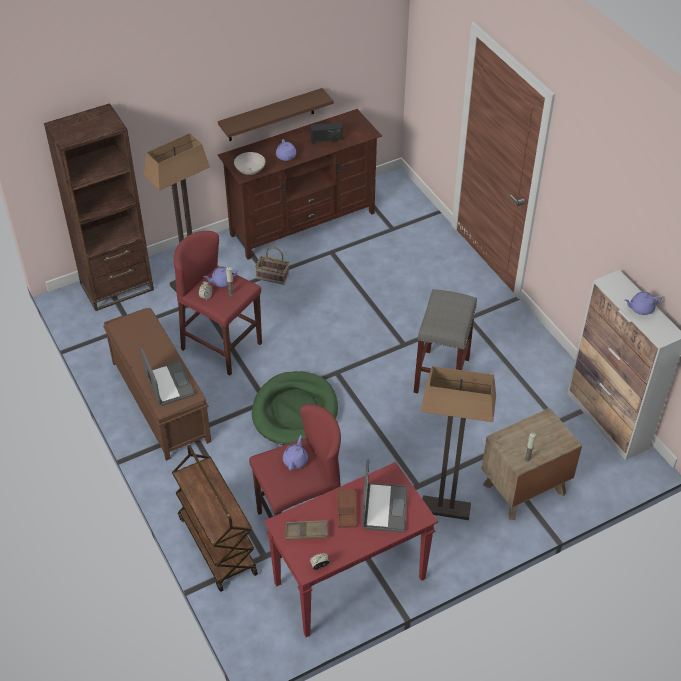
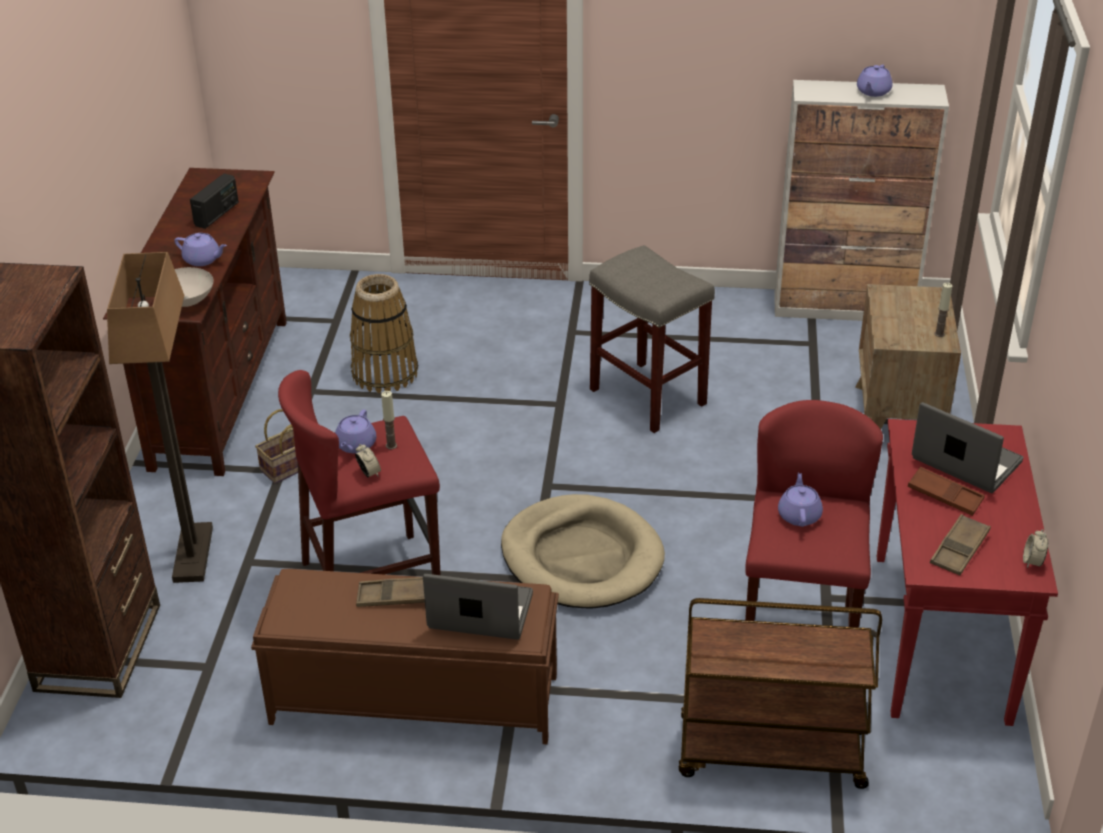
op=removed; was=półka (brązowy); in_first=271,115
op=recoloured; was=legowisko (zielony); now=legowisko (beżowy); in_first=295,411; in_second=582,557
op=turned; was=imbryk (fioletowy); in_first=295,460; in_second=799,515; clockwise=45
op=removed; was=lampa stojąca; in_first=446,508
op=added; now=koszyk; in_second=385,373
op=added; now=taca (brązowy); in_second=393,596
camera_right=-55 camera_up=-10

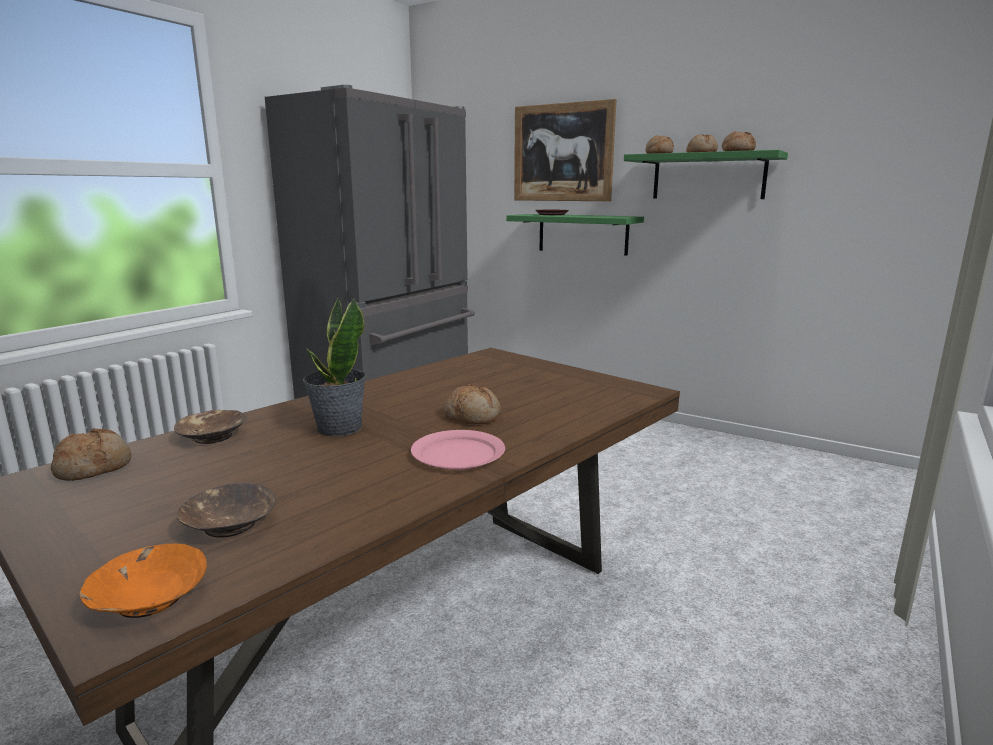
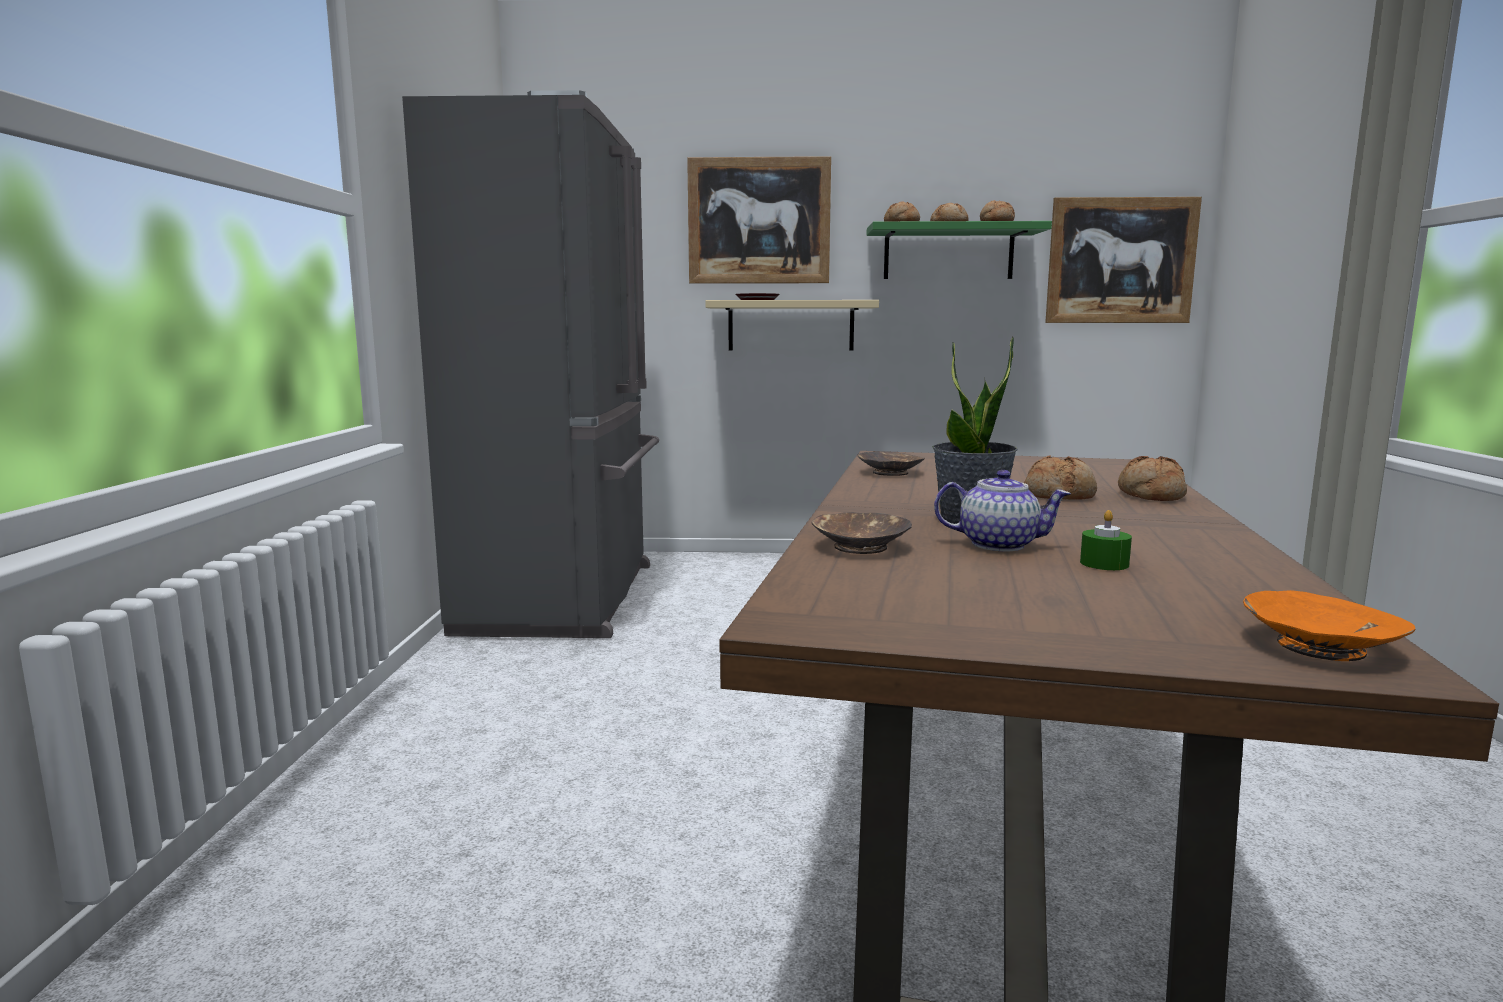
op=moved; was=chleb; in_first=94,467; in_second=1150,495
op=moved; was=miska (brązowy); in_first=228,525; in_second=890,472
op=removed; was=talerz (różowy); in_first=458,453
op=recoloured; was=półka (zielony); now=półka (beżowy); in_first=582,234; in_second=791,326
op=added; now=imbryk; in_second=999,544
op=added; now=obraz; in_second=1121,261
op=added; now=świeca (zielony); in_second=1104,564
camera_right=-30 camera_up=-5

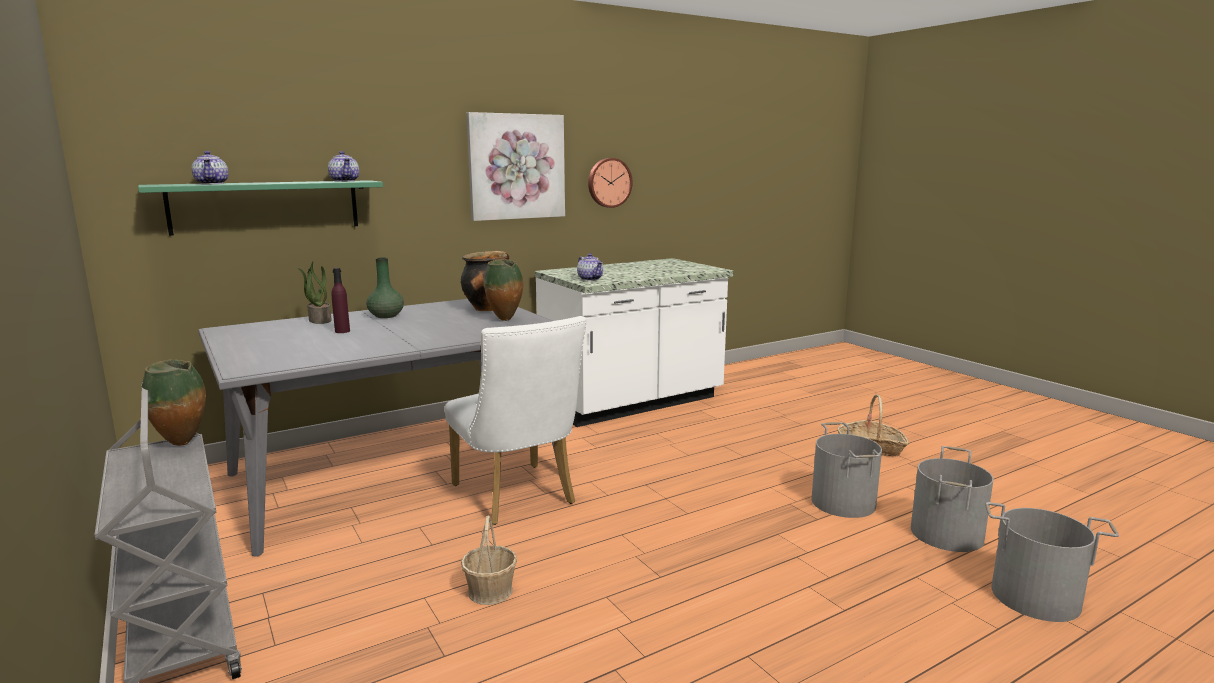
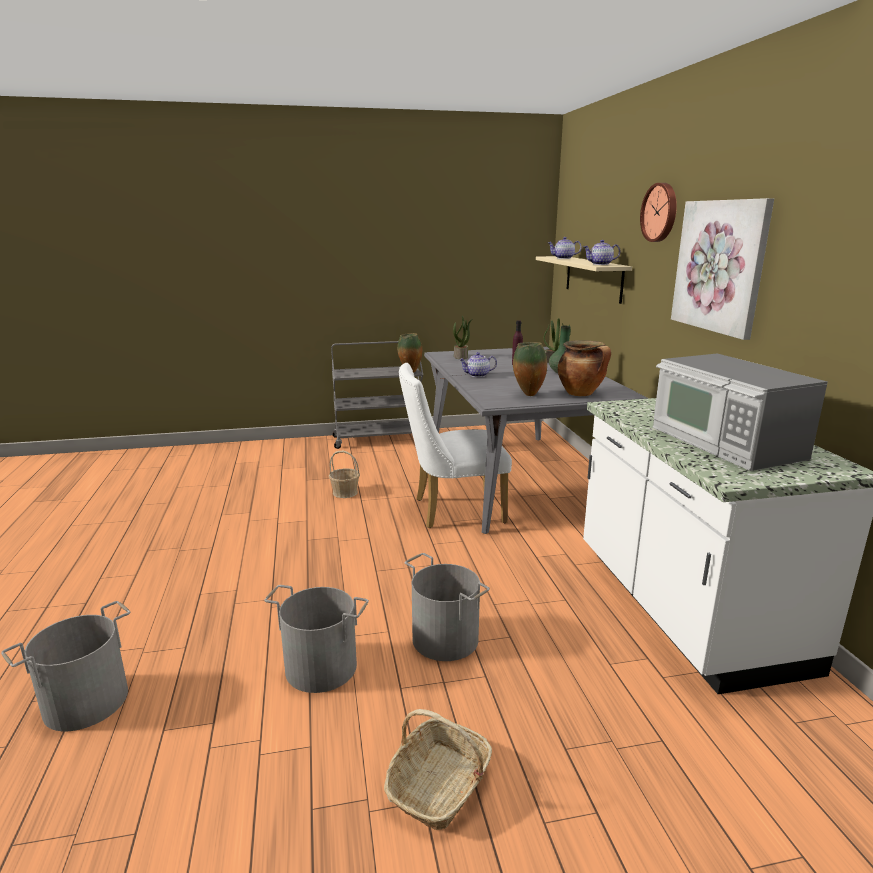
op=recoloured; was=półka (zielony); now=półka (beżowy); in_first=266,206; in_second=593,278
op=moved; was=imbryk; in_first=591,279; in_second=477,375
op=moved; was=zegar ścienny; in_first=609,182; in_second=660,212
op=moved; was=wiadro (szary); in_first=945,533; in_second=446,638
op=added; now=roślina doniczkowa; in_second=461,357
op=added; now=mikrofalówka; in_second=724,443
camera_right=110 camera_up=5

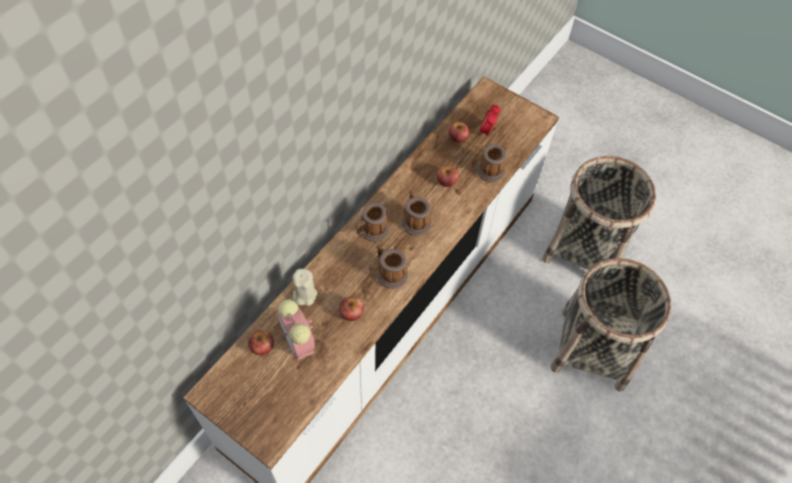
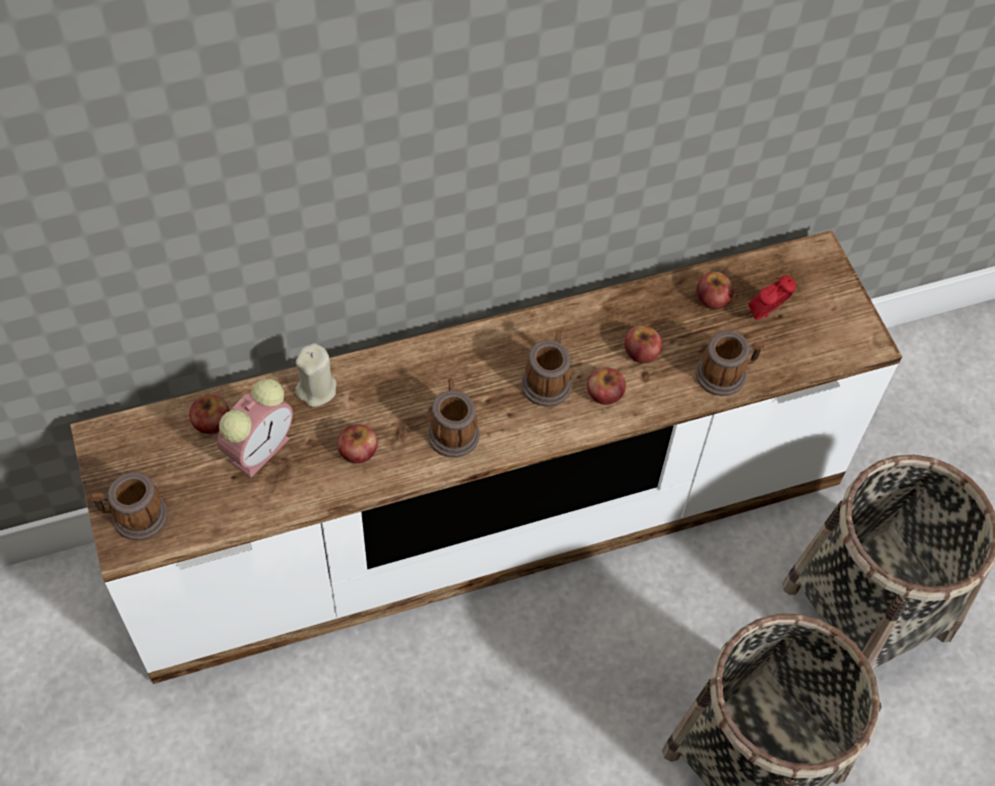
op=turned; was=budzik; in_first=300,343; in_second=260,447; clockwise=-150
op=moved; was=kubek; in_first=371,231; in_second=133,517
op=added; now=jabłko; in_second=605,393
camera_right=35 camera_up=0

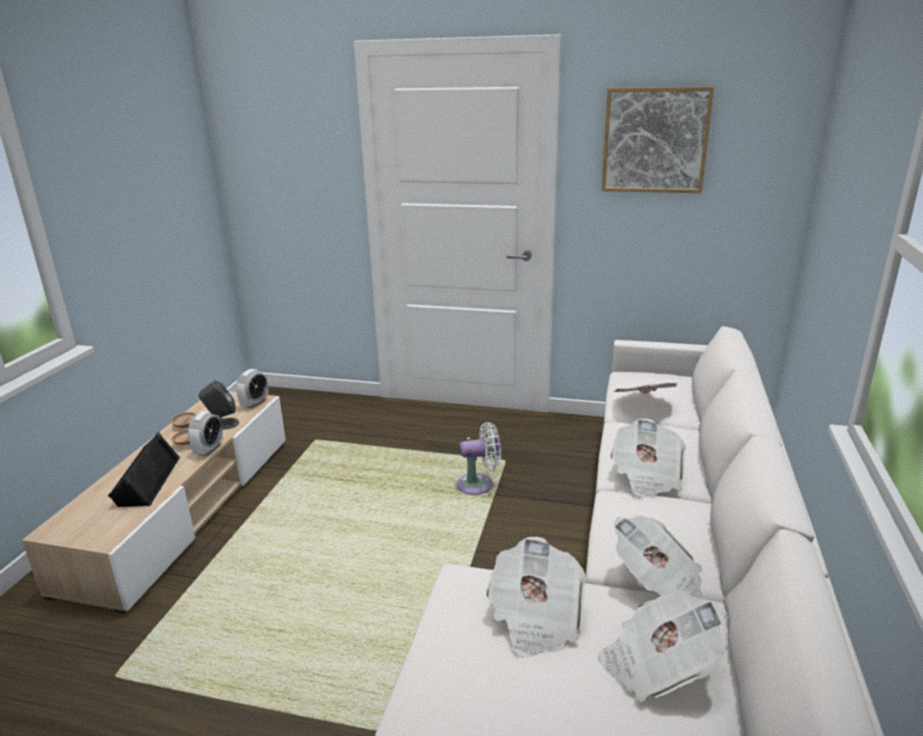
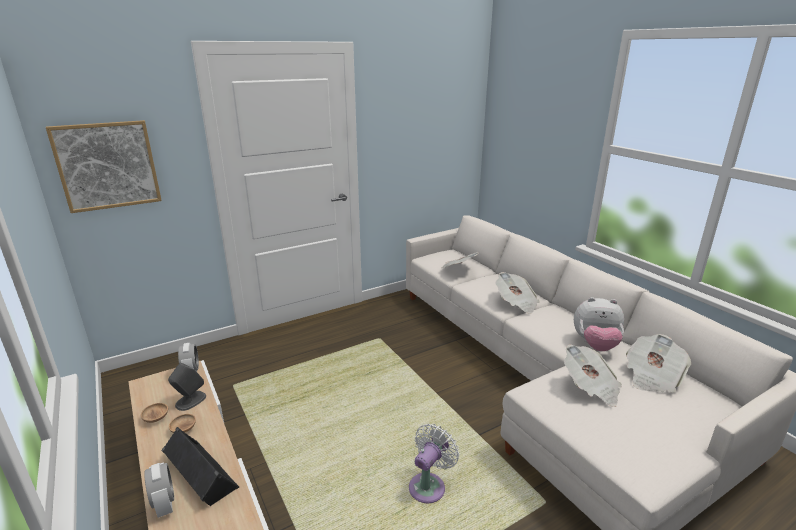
op=moved; was=budzik; in_first=209,450; in_second=164,504
op=moved; was=wentylator (biały); in_first=479,485; in_second=429,485
op=moved; was=obraz; in_first=655,140; in_second=107,165
op=replaced; was=gazeta; now=pluszak; in_first=658,581; in_second=595,345
camera_right=-45 camera_up=0

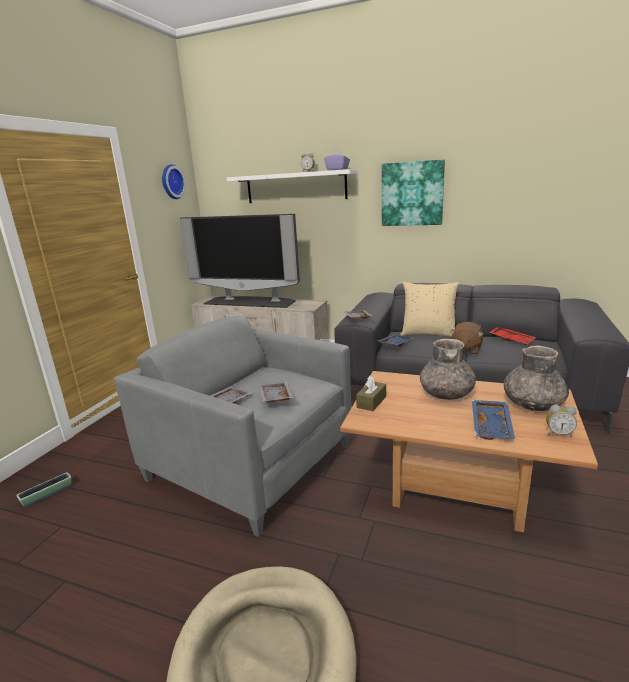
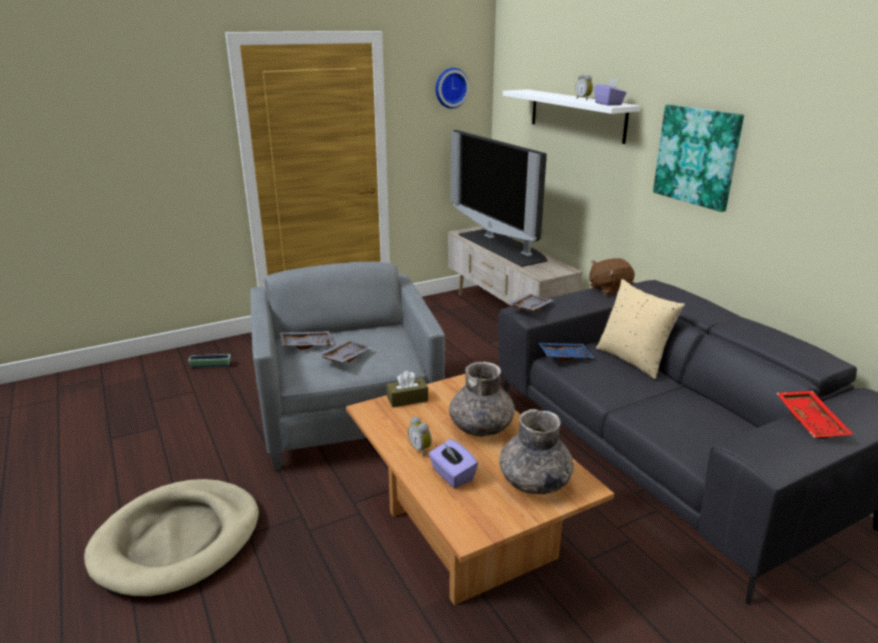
op=moved; was=pluszak (brązowy); in_first=465,350; in_second=609,289
op=replaced; was=taca (niebieski); now=pudełko chusteczek (fioletowy); in_first=492,426; in_second=452,475
op=moved; was=taca (czerwony); in_first=512,340; in_second=811,421
op=moved; was=budzik; in_first=558,434; in_second=421,449
camera_right=40 camera_up=5

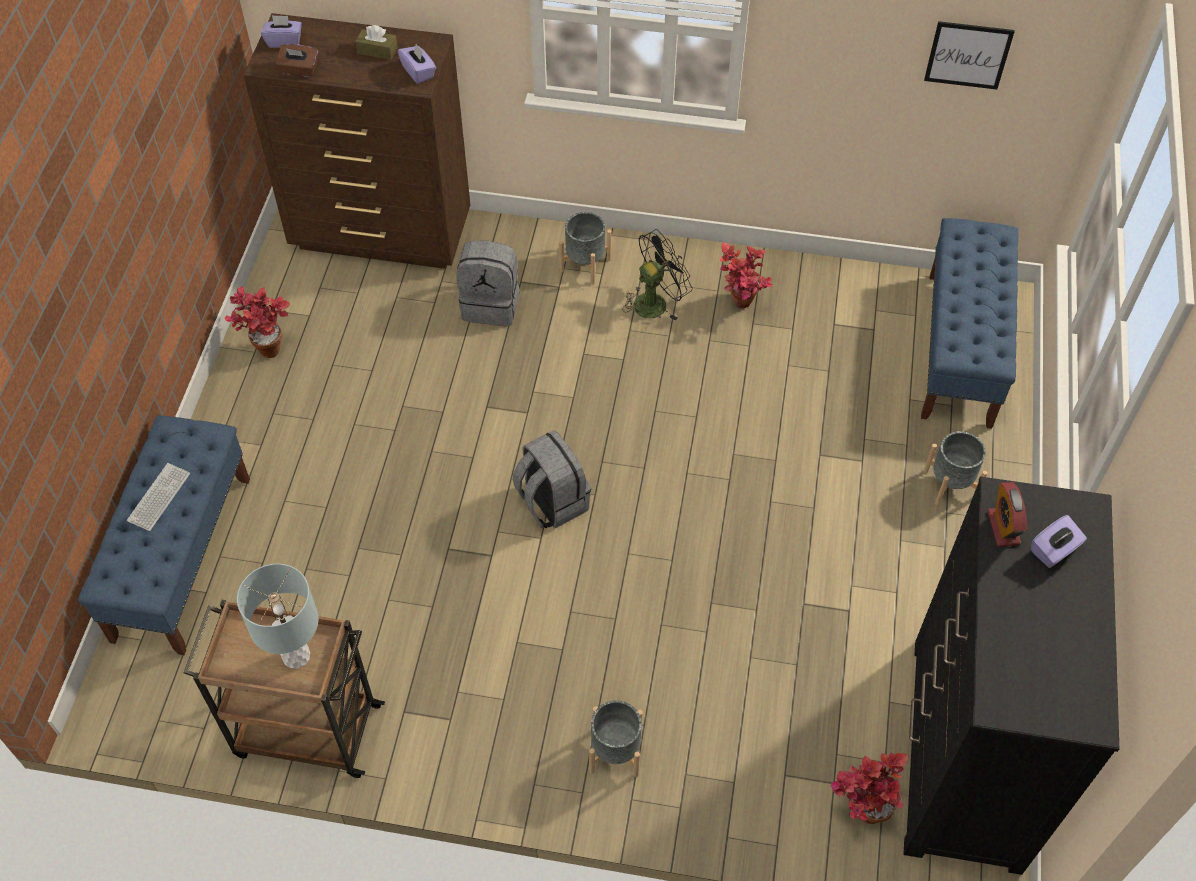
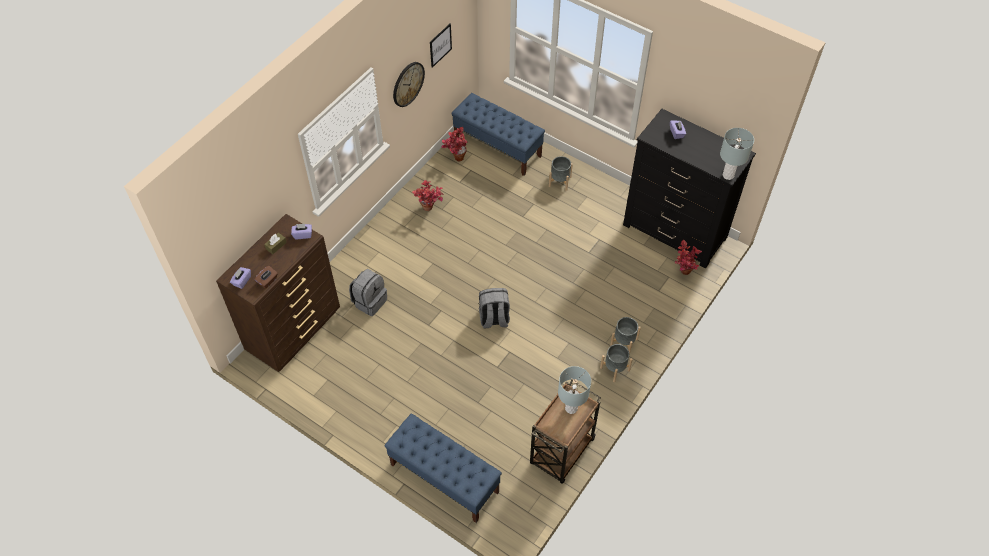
op=removed; was=klawiatura; in_first=159,497
op=moved; was=roślina doniczkowa; in_first=266,345; in_second=455,158
op=moved; was=donica (szary); in_first=585,265; in_second=615,369
op=removed; was=wentylator (czarny); in_first=655,301
op=removed; was=budzik; in_first=1003,527
op=added; now=zegar ścienny; in_second=408,84
op=added; now=lampa stołowa (szary); in_second=728,175
camera_right=-65 camera_up=0

